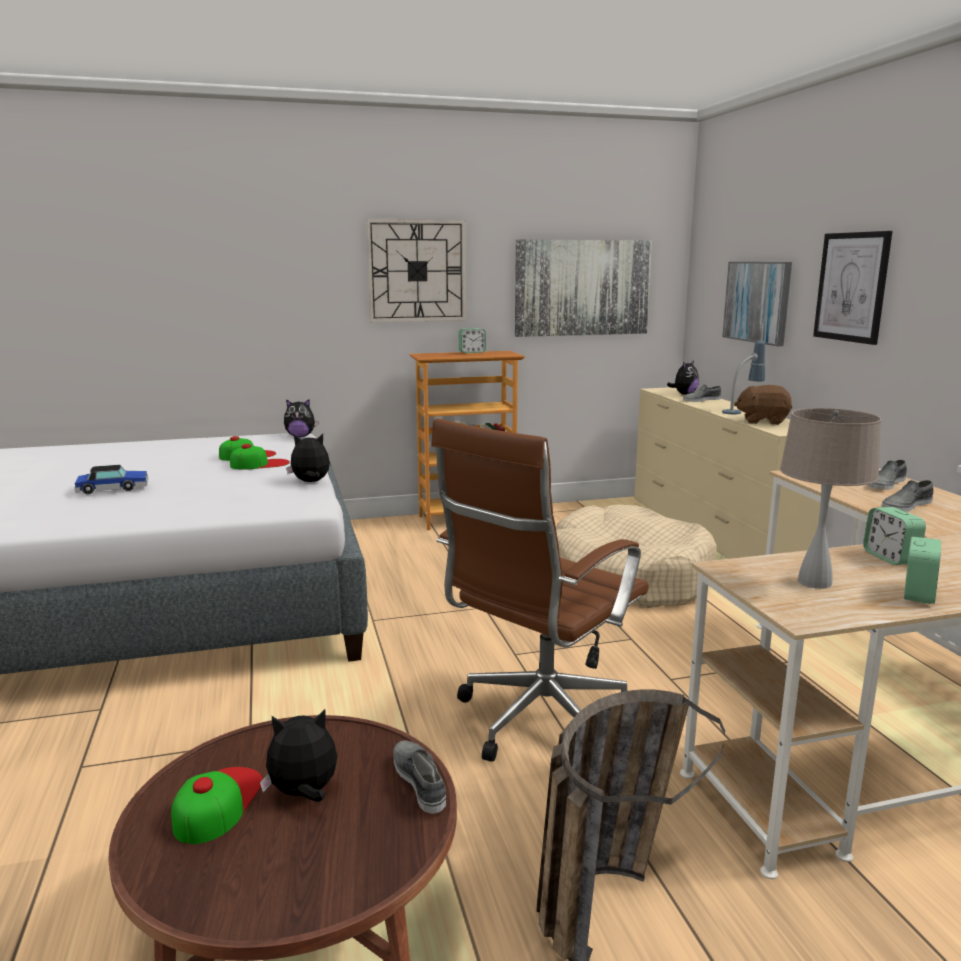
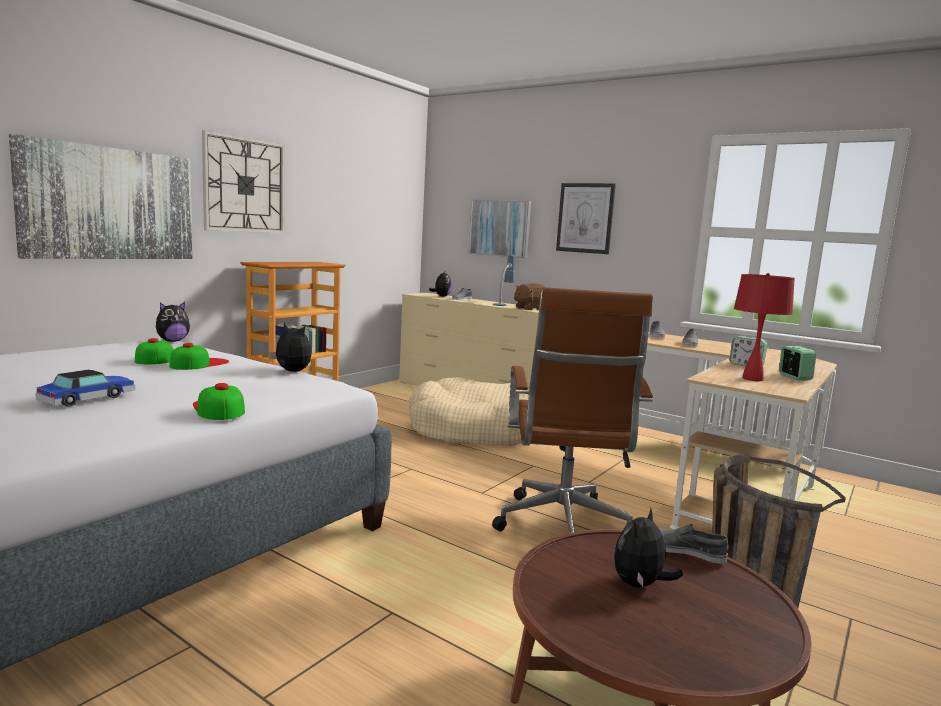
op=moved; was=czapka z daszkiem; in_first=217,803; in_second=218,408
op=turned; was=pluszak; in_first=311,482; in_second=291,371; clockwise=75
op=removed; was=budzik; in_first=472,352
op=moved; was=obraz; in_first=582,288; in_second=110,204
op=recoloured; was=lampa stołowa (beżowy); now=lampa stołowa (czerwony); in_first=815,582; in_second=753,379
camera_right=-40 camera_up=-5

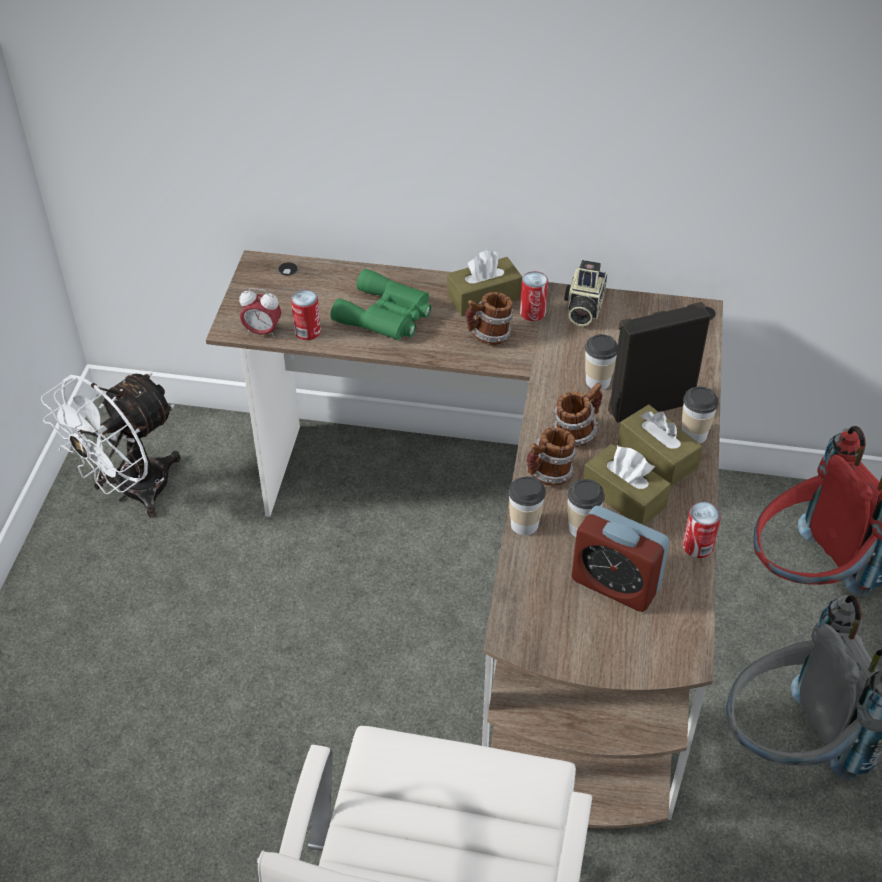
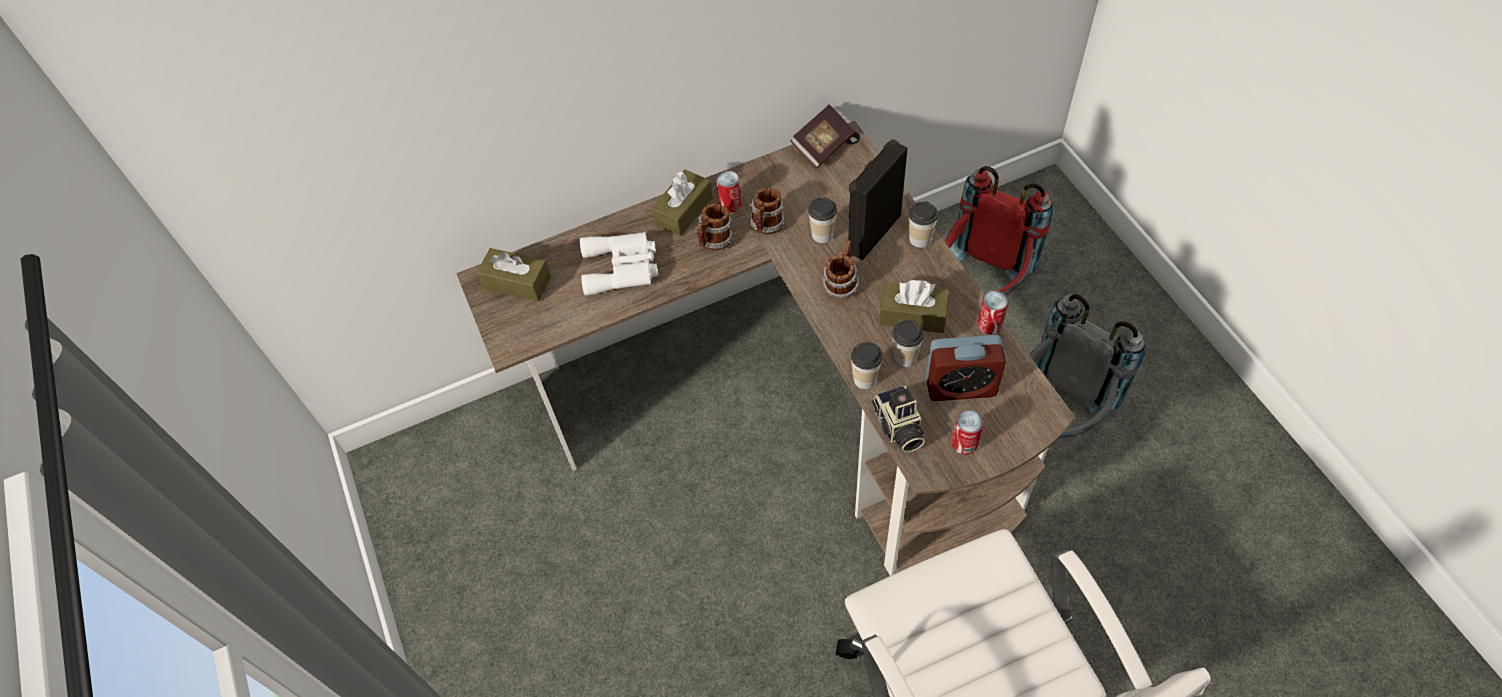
op=removed; was=wentylator (biały); in_first=132,492
op=removed; was=budzik; in_first=262,332
op=moved; was=puszka; in_first=307,332; in_second=964,443
op=recoloured; was=lornetka (zielony); now=lornetka (biały); in_first=386,315; in_second=622,268
op=moved; was=kubek; in_first=548,475; in_second=766,226
op=moved; was=aparat fotograficzny; in_first=583,309; in_second=898,428
op=moved; was=pudełko chusteczek (brązowy); in_first=657,456; in_second=517,282
op=added; now=książka; in_second=823,146
camera_right=-30 camera_up=10

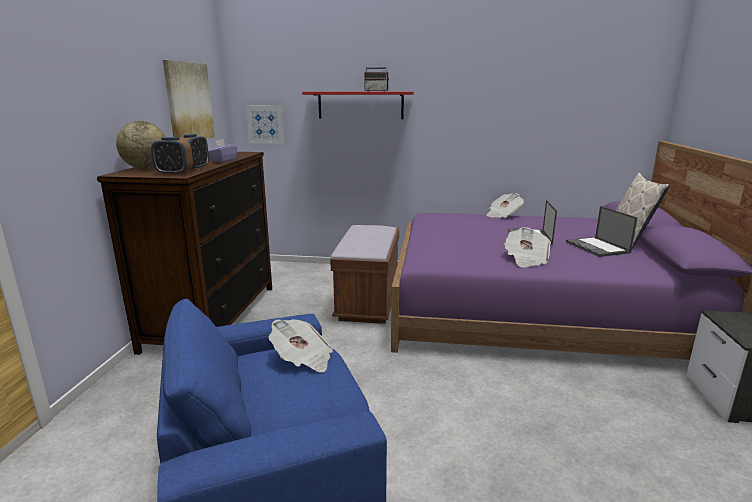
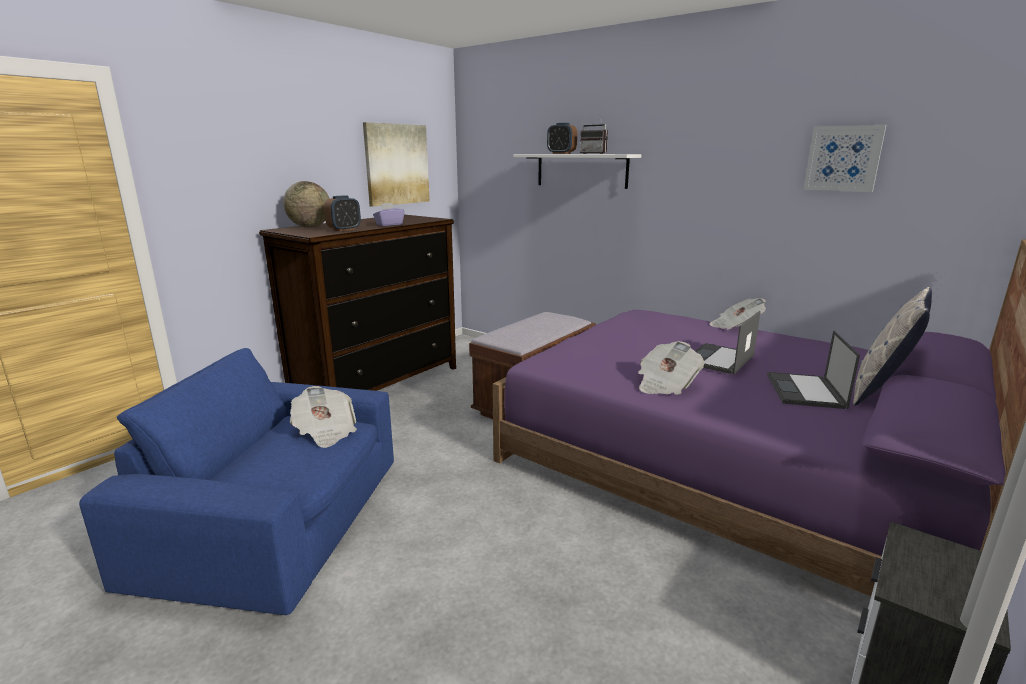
op=moved; was=budzik; in_first=174,173; in_second=561,153
op=moved; was=obraz; in_first=265,124; in_second=843,158
op=recoloured; was=półka (czerwony); now=półka (biały); in_first=360,105; in_second=581,170
camera_right=30 camera_up=0

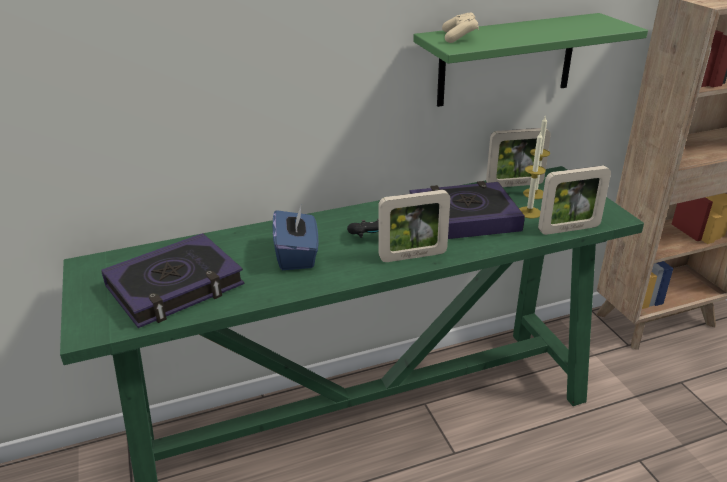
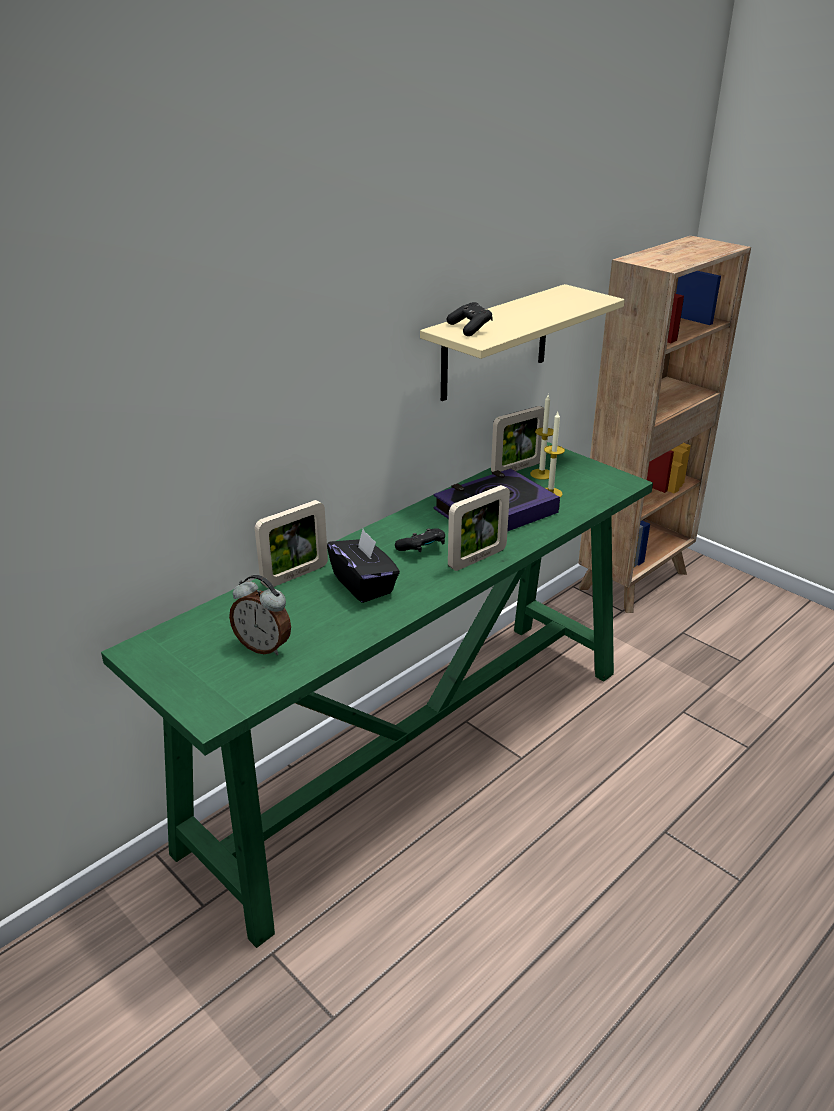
op=replaced; was=książka; now=budzik; in_first=175,286; in_second=264,646
op=recoloured; was=pudełko chusteczek (niebieski); now=pudełko chusteczek (czarny); in_first=297,255; in_second=364,584
op=recoloured; was=półka (zielony); now=półka (beżowy); in_first=506,60; in_second=495,343
op=recoloured; was=pad do gier (beżowy); now=pad do gier (czarny); in_first=459,37; in_second=470,328
op=moved; was=ramka na zdjęcie; in_first=568,229; in_second=295,575
camera_right=-25 camera_up=0

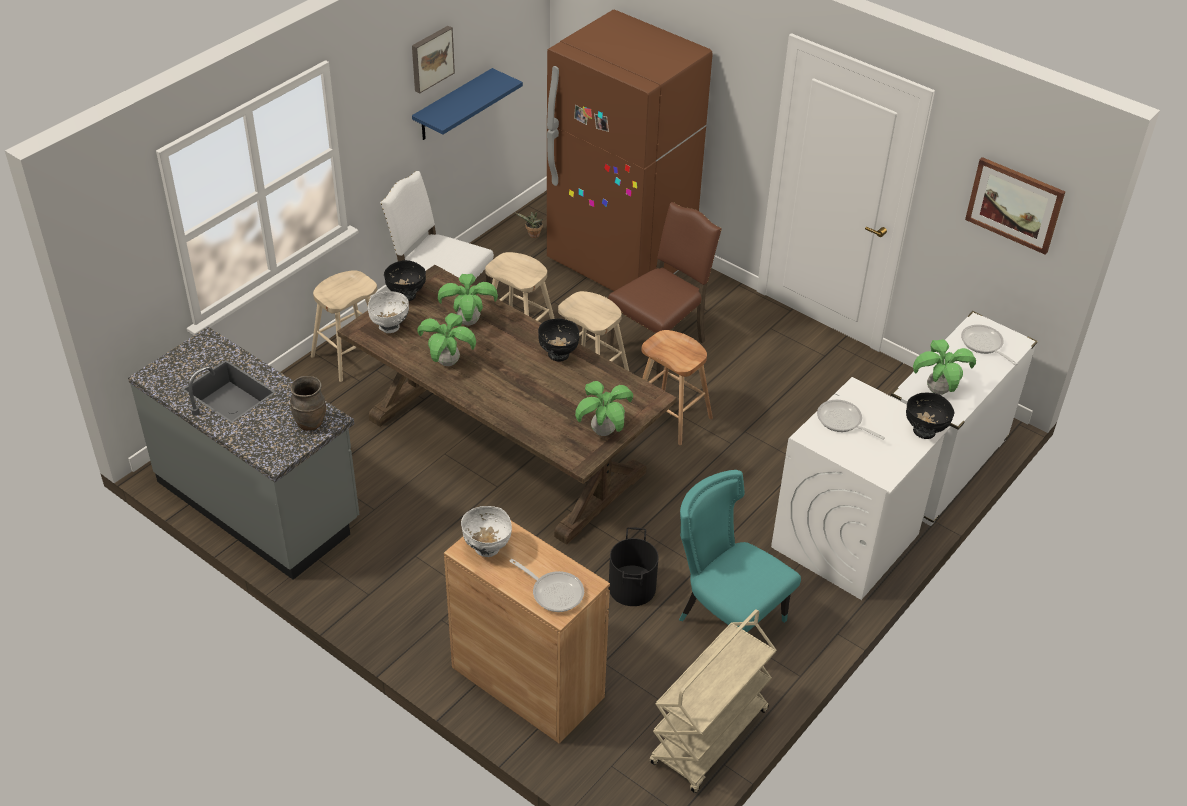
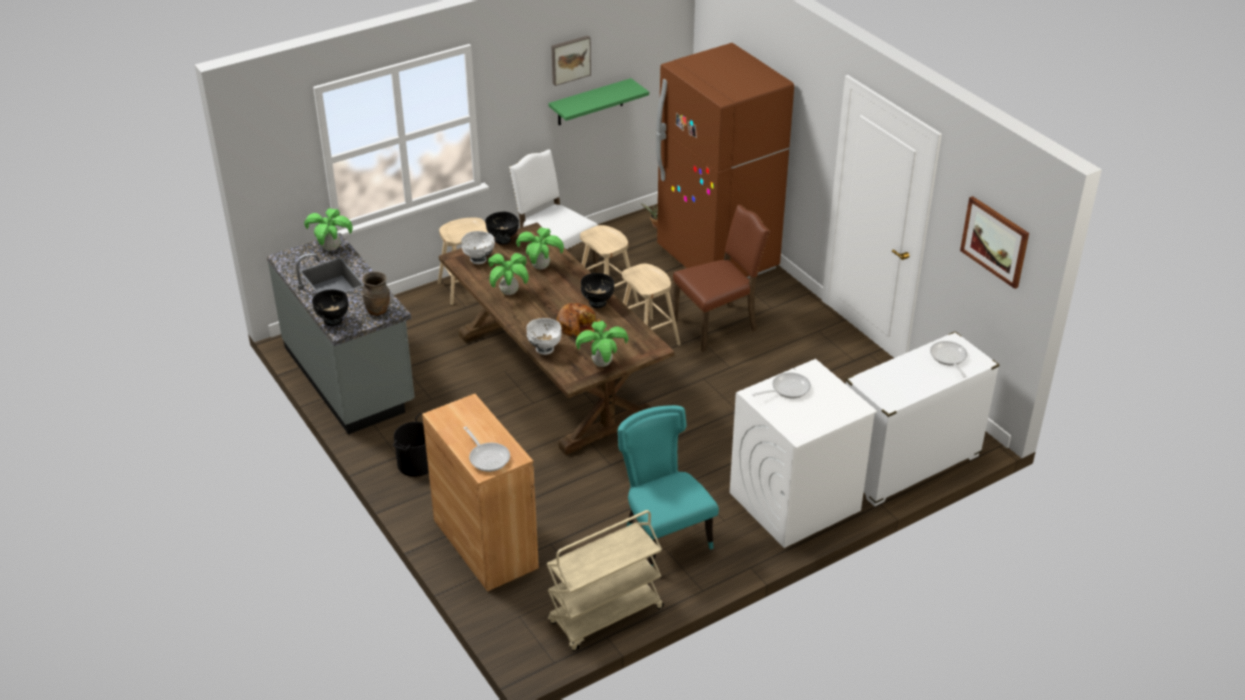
op=recoloured; was=półka (niebieski); now=półka (zielony); in_first=453,105; in_second=590,102
op=moved; was=miska (biały); in_first=487,548; in_second=544,349
op=moved; was=wiadro (czarny); in_first=631,587; in_second=416,463
op=removed; was=stołek (brązowy); in_first=671,416
op=turned; was=patelnia; in_first=842,421; in_second=787,389; clockwise=90
op=moved; was=miska (czarny); in_first=924,432; in_second=333,321
op=moved; was=roślina doniczkowa; in_first=937,391; in_second=331,249
op=added; now=chleb; in_second=577,325
camera_right=20 camera_up=-5

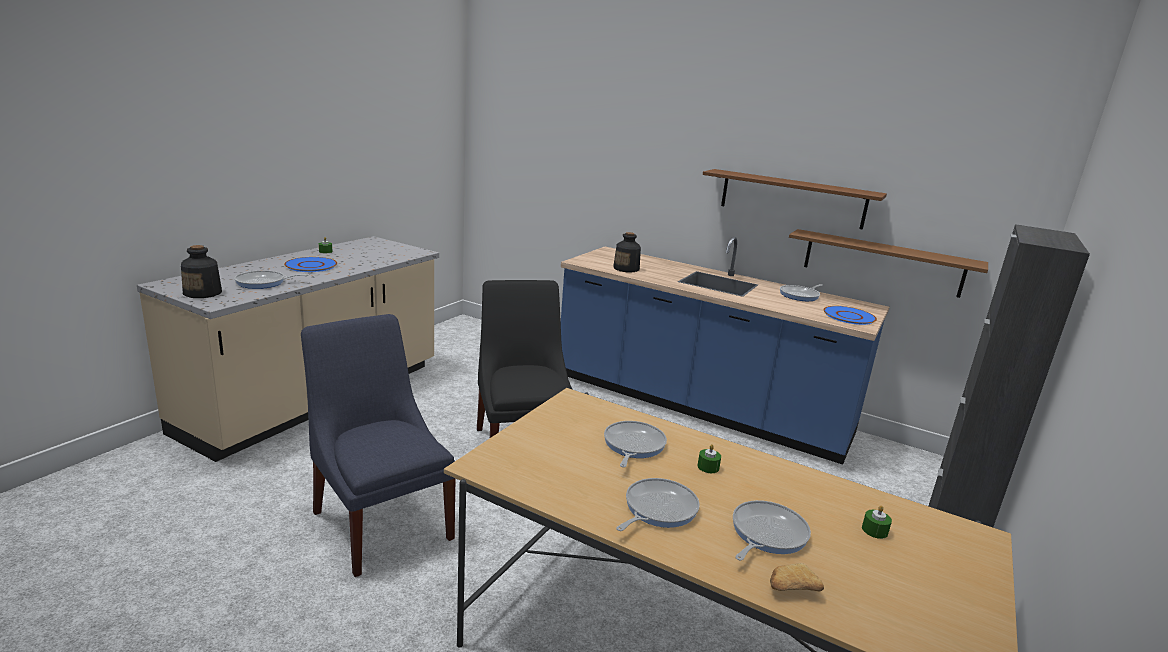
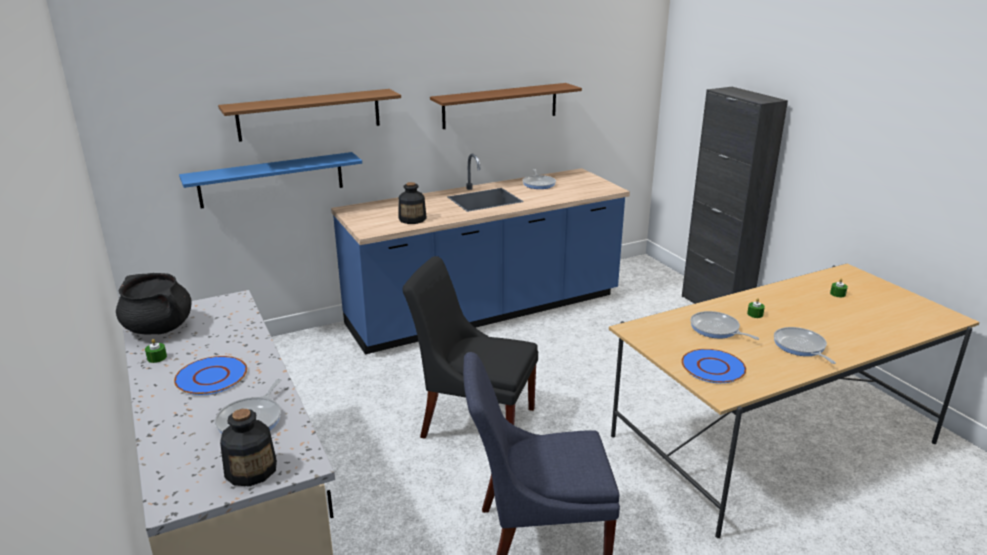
op=removed; was=patelnia; in_first=766,534
op=removed; was=chleb; in_first=789,588
op=moved; was=półka (brązowy); in_first=882,263; in_second=309,114
op=moved; was=talerz (niebieski); in_first=849,316; in_second=713,367
op=added; now=garnek (czarny); in_second=159,328
op=added; now=półka (niebieski); in_second=271,180
camera_right=-55 camera_up=5

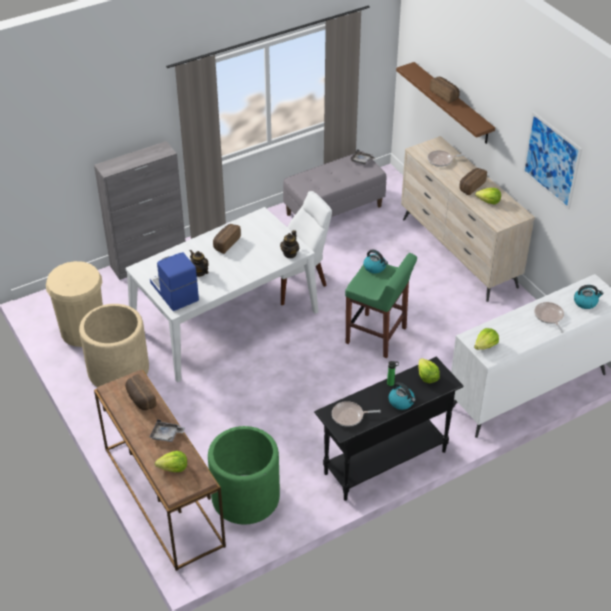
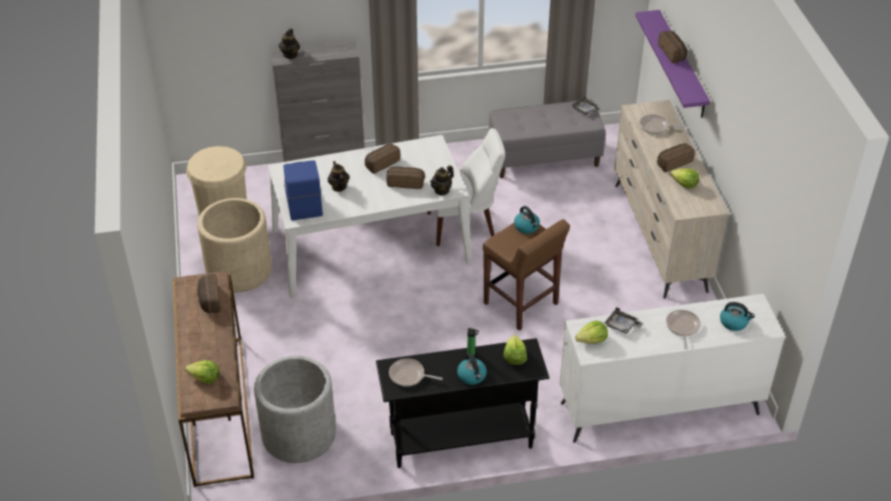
op=moved; was=taca (szary); in_first=166,435; in_second=622,326
op=recoloured; was=donica (zielony); now=donica (szary); in_first=245,497; in_second=298,434
op=recoloured; was=stołek (zielony); now=stołek (brązowy); in_first=377,336; in_second=521,304
op=recoloured; was=półka (brązowy); now=półka (fioletowy); in_first=452,103; in_second=682,65
op=removed; was=obraz; in_first=551,160
op=added; now=imbryk; in_second=290,55
op=added; now=chleb; in_second=405,182
camera_right=20 camera_up=0

